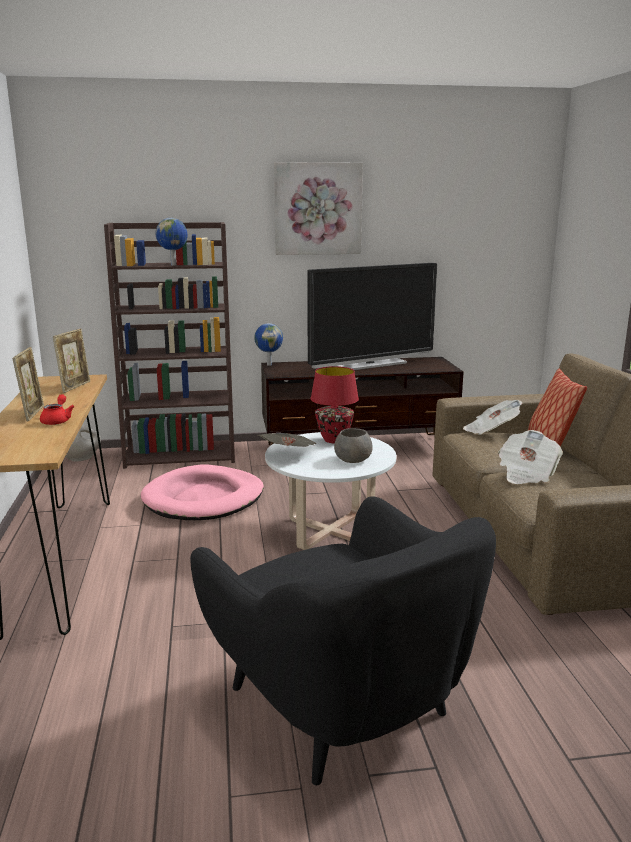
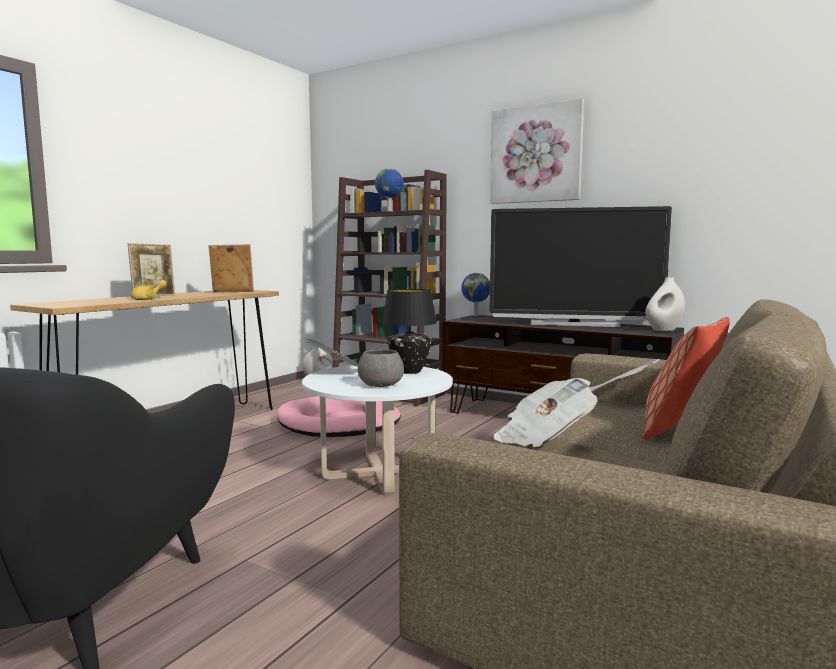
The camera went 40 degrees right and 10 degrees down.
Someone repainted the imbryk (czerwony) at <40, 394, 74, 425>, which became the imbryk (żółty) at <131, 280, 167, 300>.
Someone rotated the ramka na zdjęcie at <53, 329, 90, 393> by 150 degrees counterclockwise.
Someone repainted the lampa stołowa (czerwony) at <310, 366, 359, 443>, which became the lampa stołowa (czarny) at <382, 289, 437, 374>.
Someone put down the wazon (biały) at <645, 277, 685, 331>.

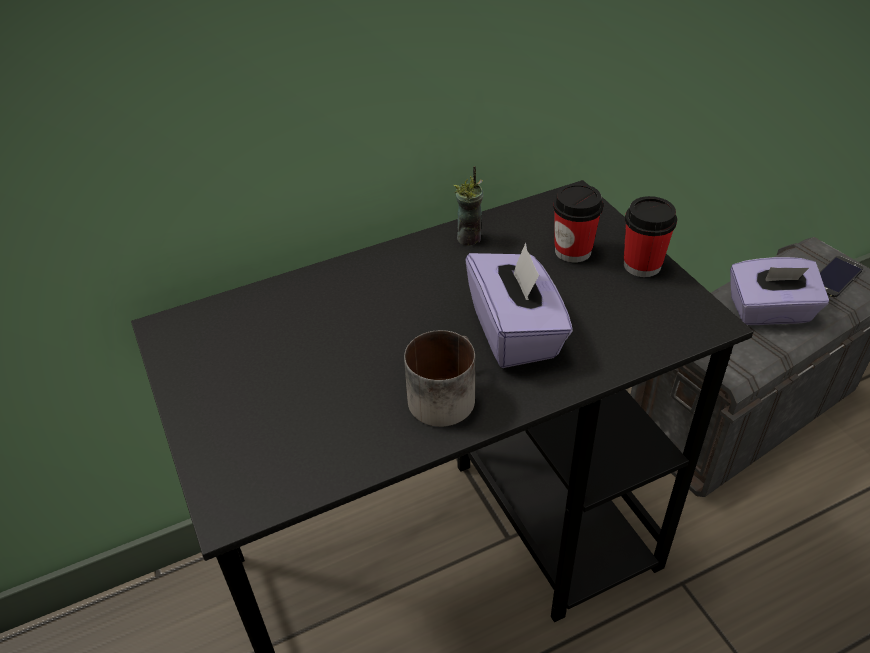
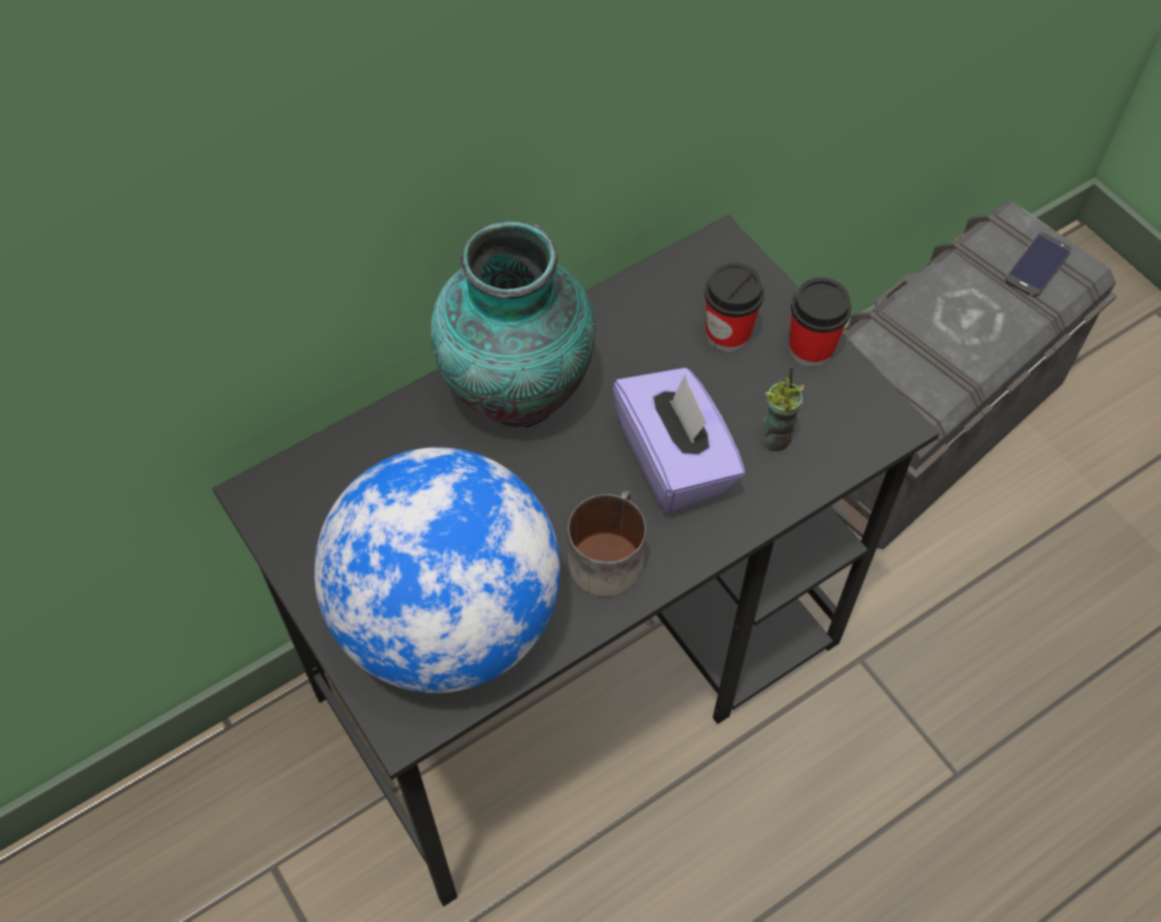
The camera went 10 degrees left and 15 degrees up.
Someone carried the filiżanka from <453, 166, 484, 246> to <760, 366, 804, 452>.
Someone took away the pudełko chusteczek (fioletowy) at <730, 257, 829, 325>.
Someone put down the globus at <314, 447, 560, 693>.
Someone put down the wazon at <431, 221, 595, 427>.

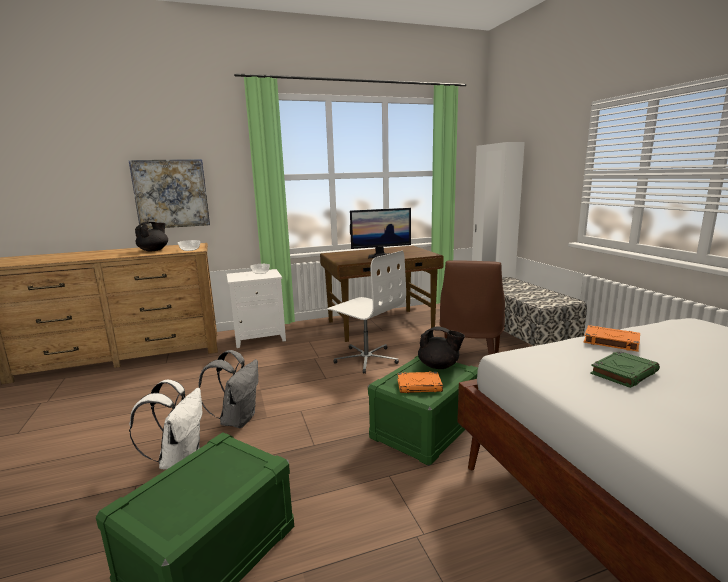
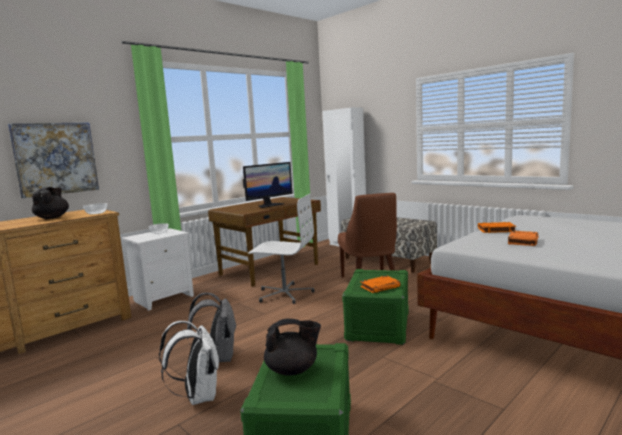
The camera went 25 degrees left and 5 degrees down.
Someone carried the imbryk (czarny) from <418, 327, 465, 369> to <264, 319, 321, 376>.
Someone repainted the książka (zielony) at <590, 351, 660, 388>, which became the książka (pomarańczowy) at <508, 231, 539, 246>.

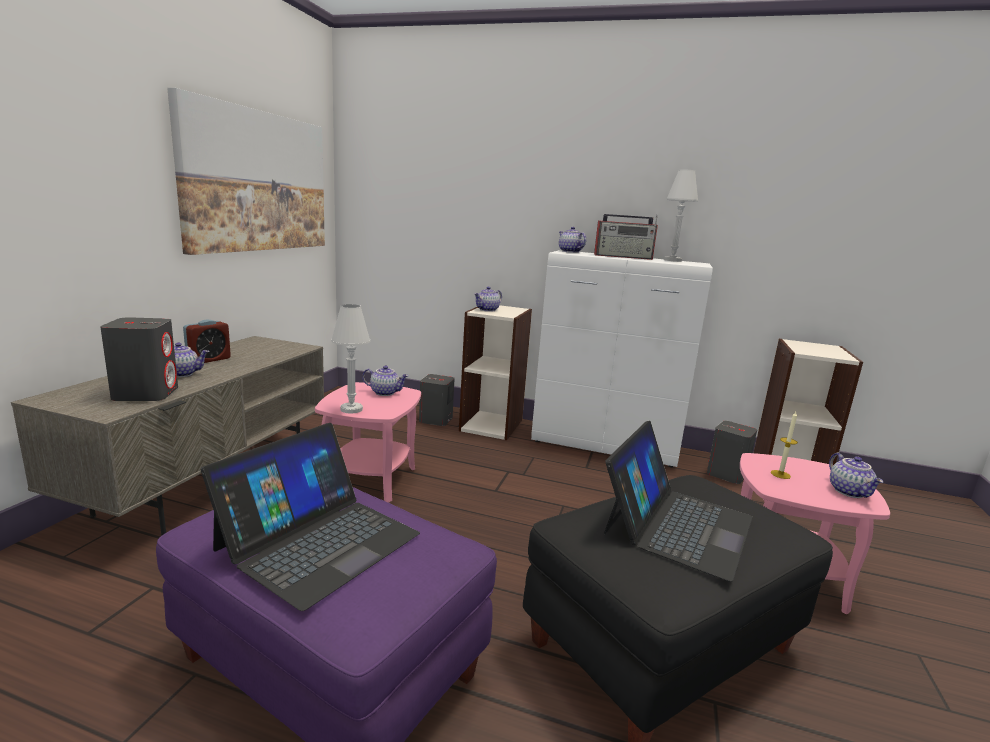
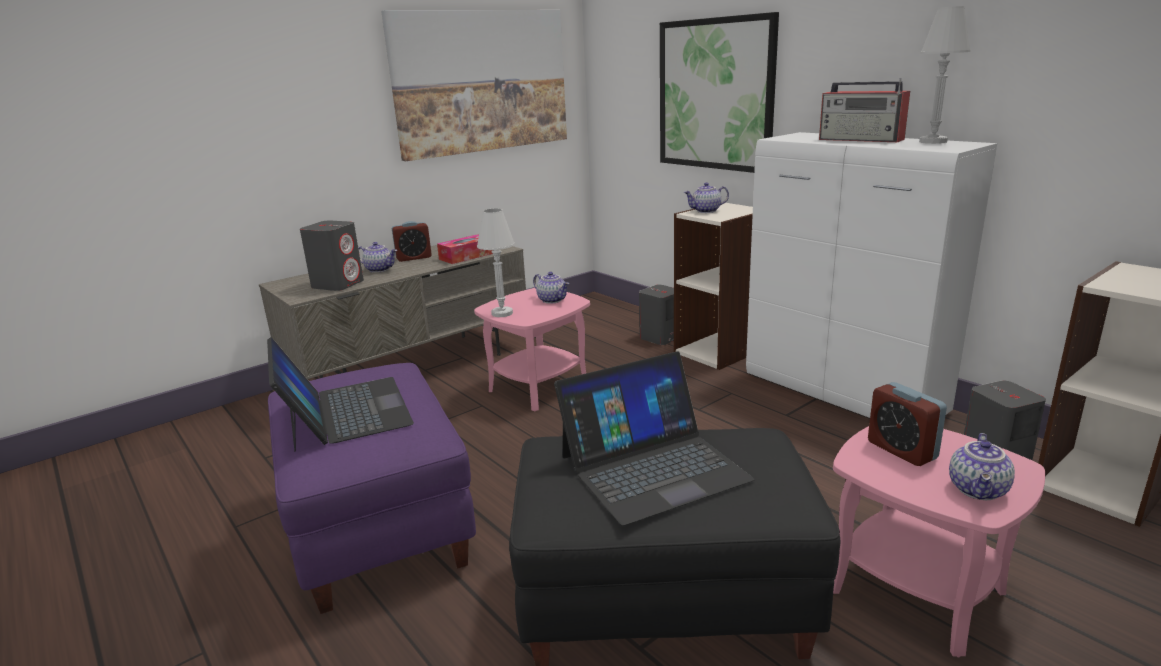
The camera went 35 degrees right and 5 degrees up.
Someone rotated the laptop at <201, 423, 420, 611> by 90 degrees counterclockwise.
Someone took away the imbryk at <559, 227, 586, 253>.
Someone swapped the świeca at <771, 412, 798, 479> for the budzik at <868, 382, 947, 466>.
Someone put down the pudełko chusteczek at <437, 234, 493, 264>.
Someone put up the obraz at <660, 12, 779, 173>.

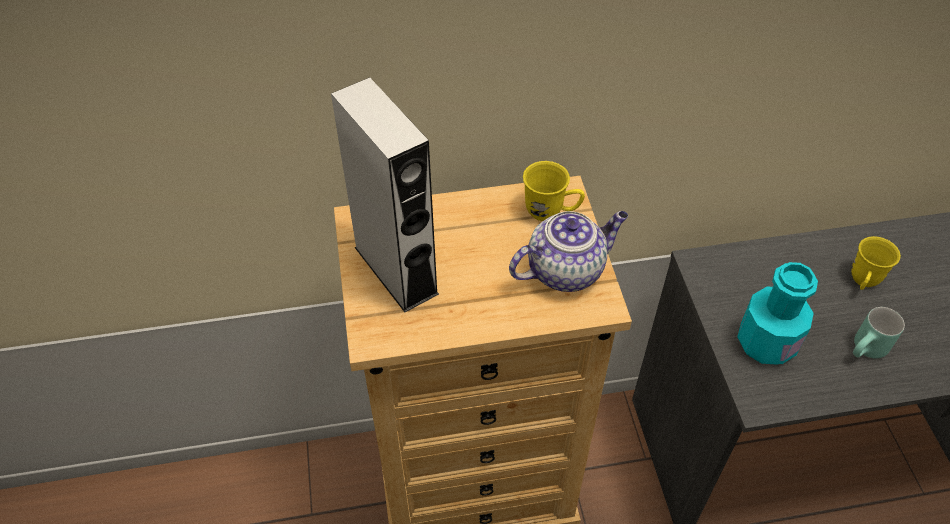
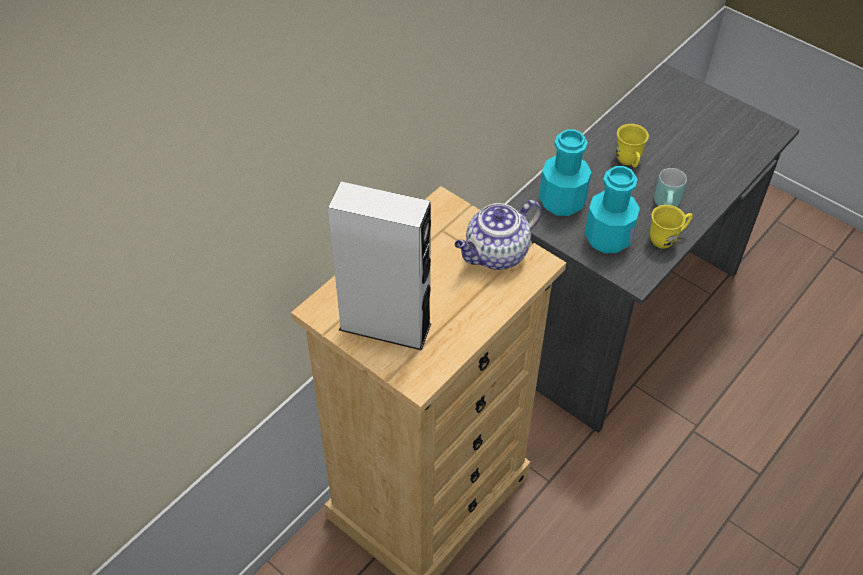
The camera went 40 degrees left and 0 degrees up.
Someone rotated the imbryk at <509, 211, 628, 292> by 150 degrees counterclockwise.
Someone carried the kubek (żółty) from <523, 161, 585, 221> to <650, 205, 693, 249>.
Someone put down the butelka (turkusowy) at <539, 129, 591, 216>.

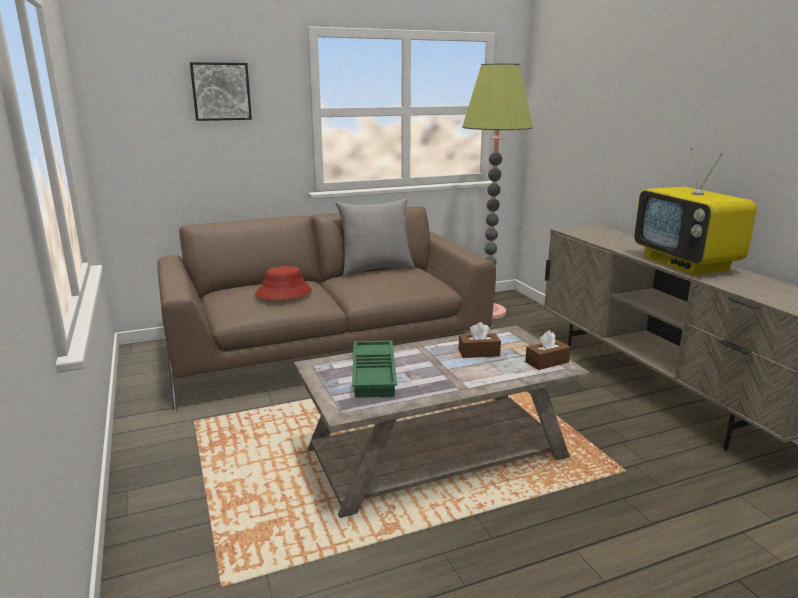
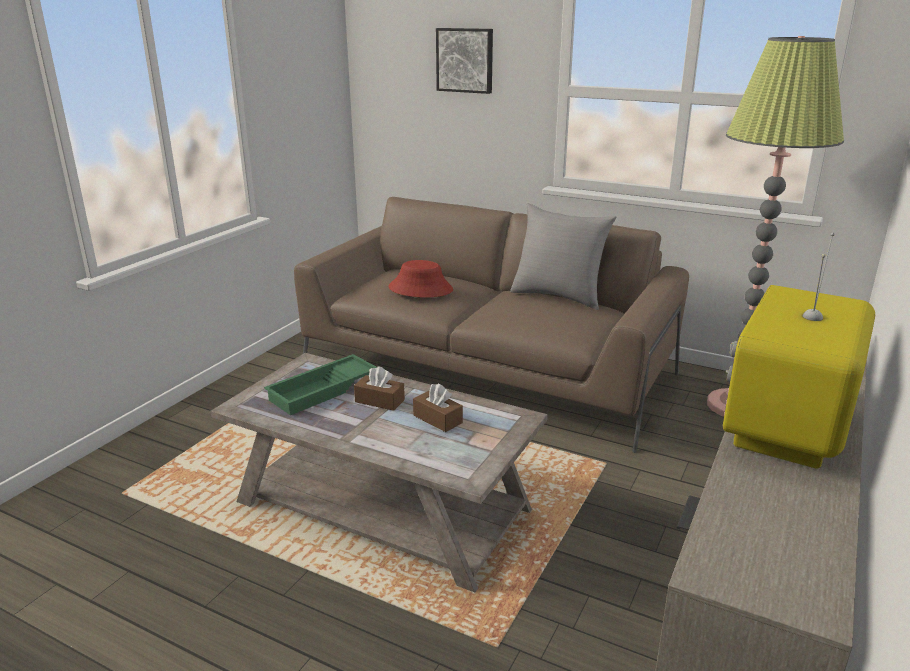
The camera went 50 degrees right and 5 degrees up.
Someone carried the pudełko chusteczek (brązowy) from <525, 330, 571, 370> to <354, 366, 405, 411>.

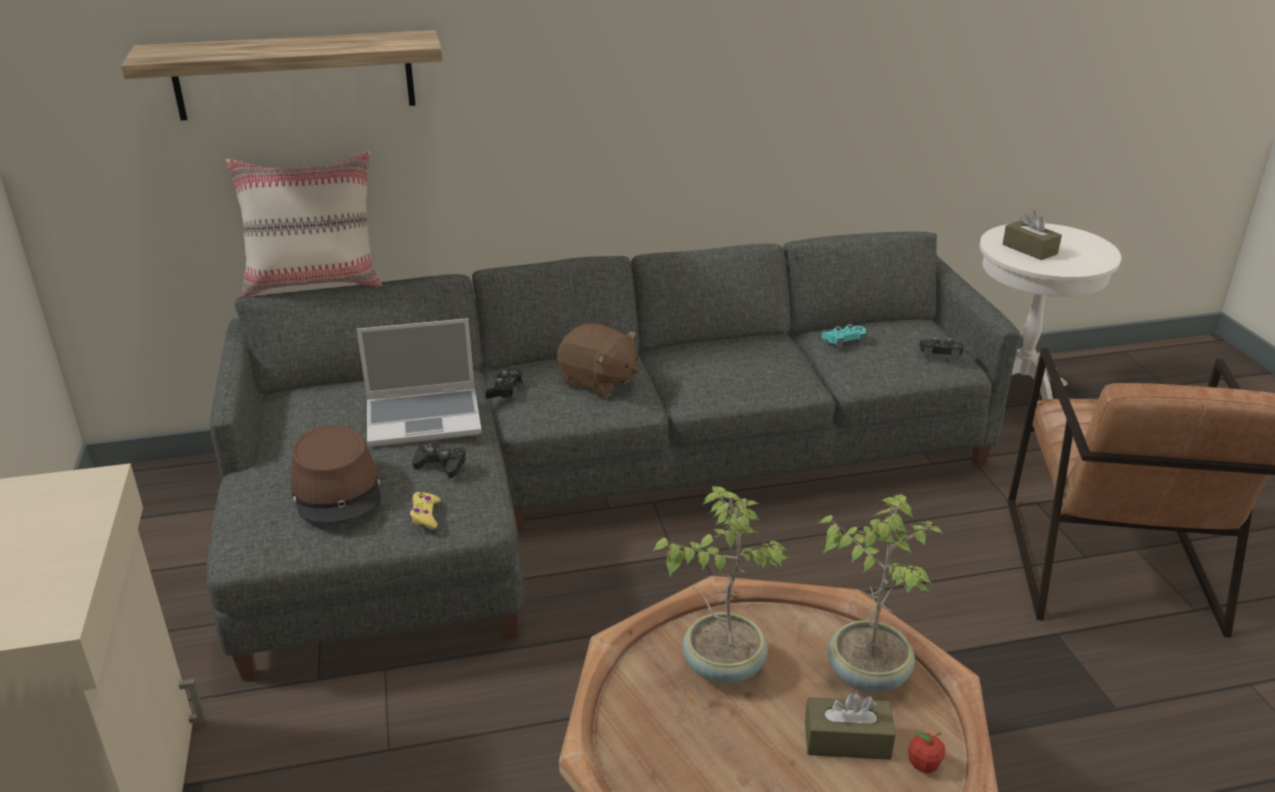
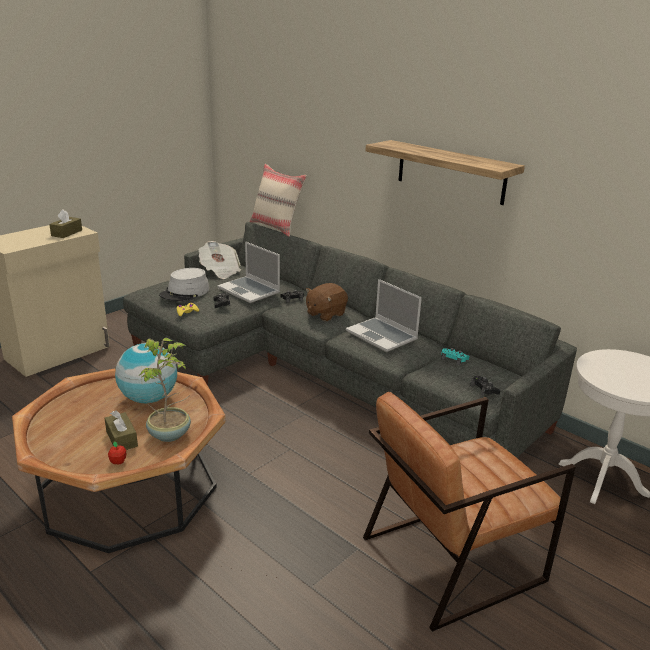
The camera went 55 degrees right and 5 degrees down.
Someone carried the półka from <121, 30, 443, 120> to <365, 140, 525, 205>.
Someone repainted the kapelusz (brązowy) at <290, 425, 382, 524>, which became the kapelusz (szary) at <159, 268, 210, 301>.
Someone rotated the pluszak (brązowy) at <557, 323, 638, 398> by 45 degrees clockwise.
Someone swapped the roślina doniczkowa at <652, 486, 790, 685> for the globus at <115, 343, 177, 403>.
Someone carried the pudełko chusteczek (brązowy) from <1003, 211, 1062, 260> to <49, 209, 82, 238>.
Someone put down the gazeta at <199, 241, 241, 279>.
Someone put down the laptop at <346, 279, 422, 352>.

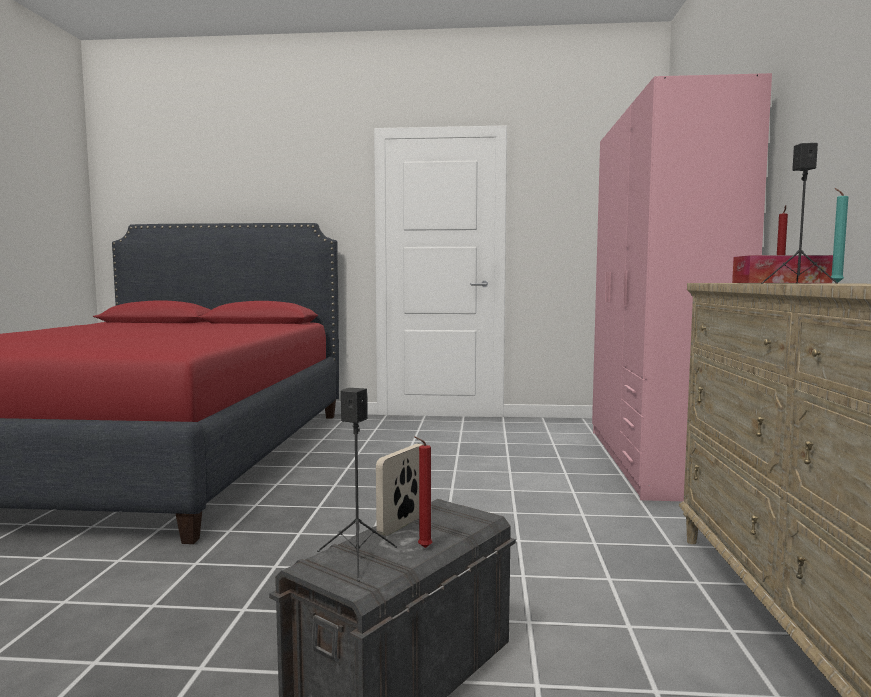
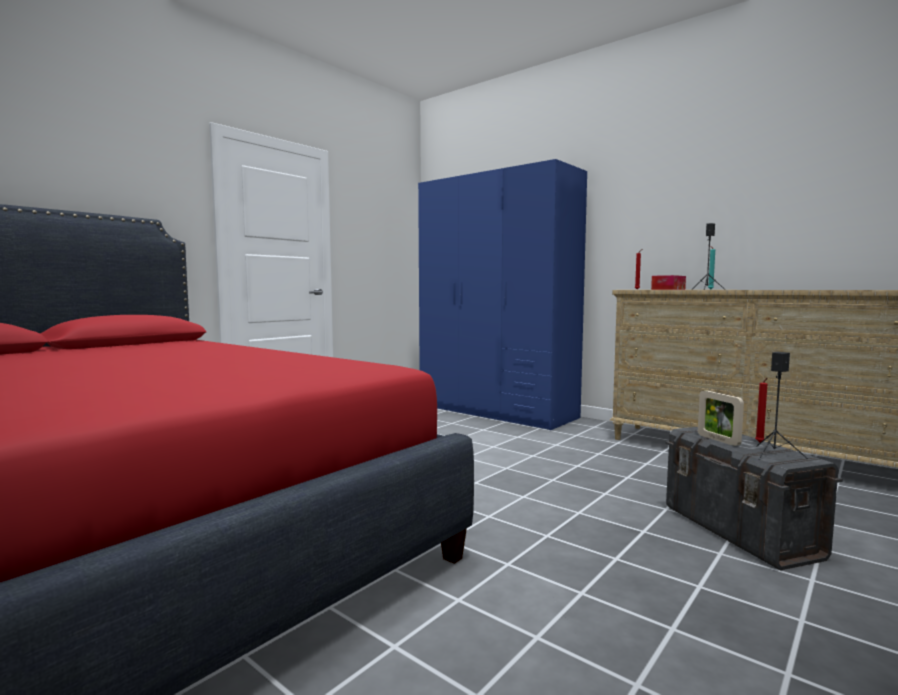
The camera went 55 degrees left and 0 degrees up.
Someone repainted the szafa (różowy) at <592, 73, 772, 501>, which became the szafa (niebieski) at <418, 159, 587, 430>.

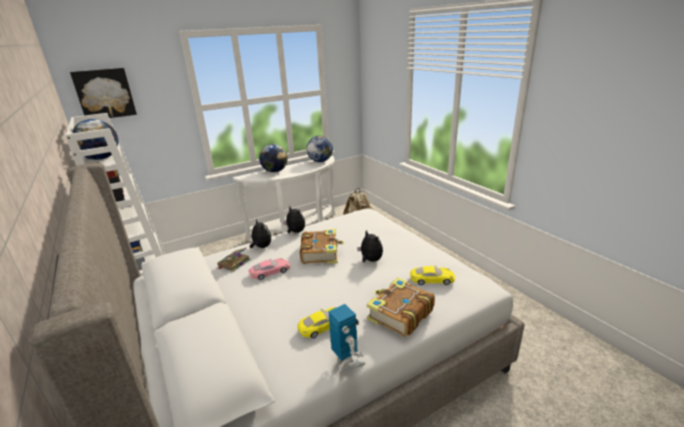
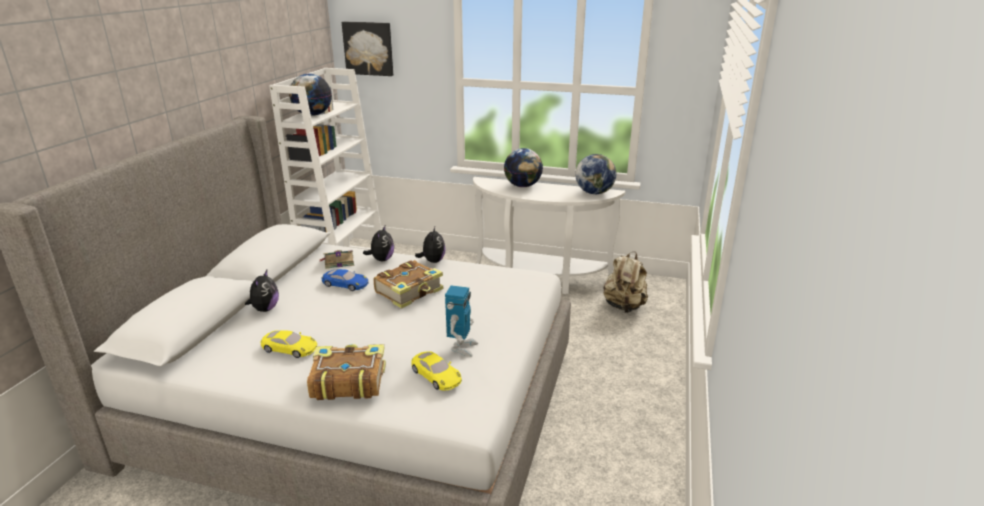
The camera went 45 degrees right and 0 degrees up.
Someone repainted the samochodzik (różowy) at <249, 258, 290, 280>, which became the samochodzik (niebieski) at <322, 269, 368, 291>.
Someone carried the robot zabawkowy from <328, 304, 365, 370> to <445, 285, 478, 357>.
Someone carried the pluszak from <357, 230, 383, 262> to <245, 270, 279, 312>.

